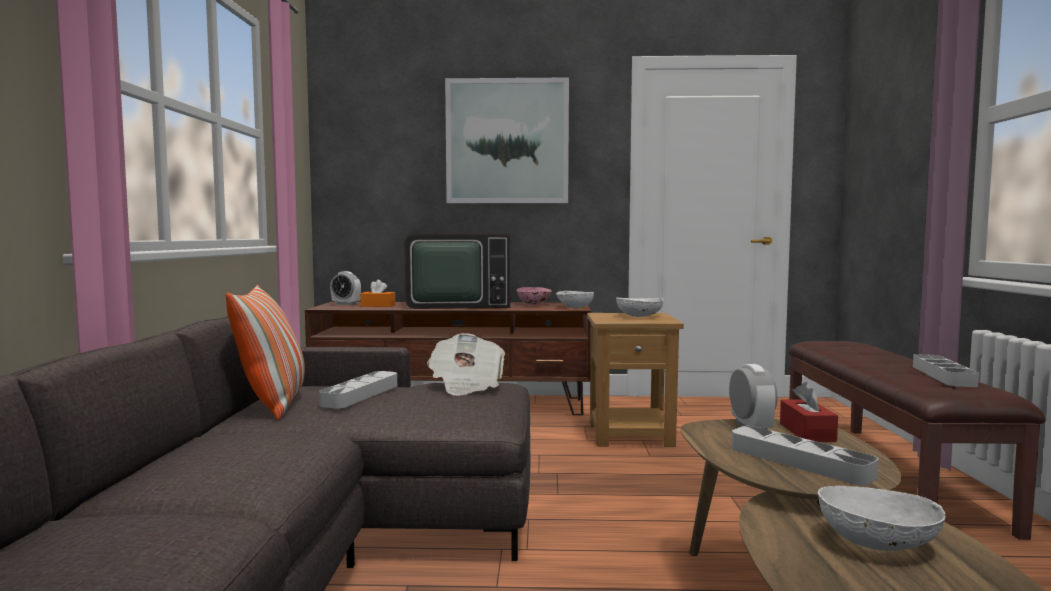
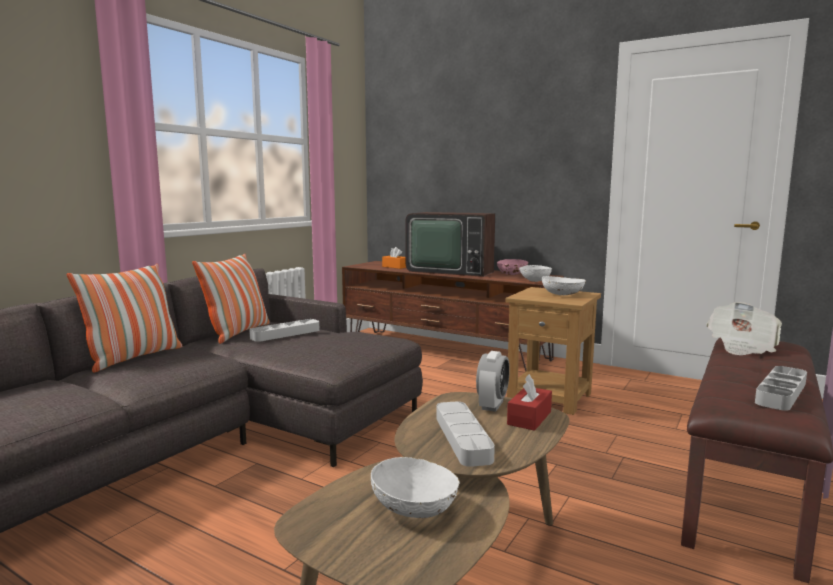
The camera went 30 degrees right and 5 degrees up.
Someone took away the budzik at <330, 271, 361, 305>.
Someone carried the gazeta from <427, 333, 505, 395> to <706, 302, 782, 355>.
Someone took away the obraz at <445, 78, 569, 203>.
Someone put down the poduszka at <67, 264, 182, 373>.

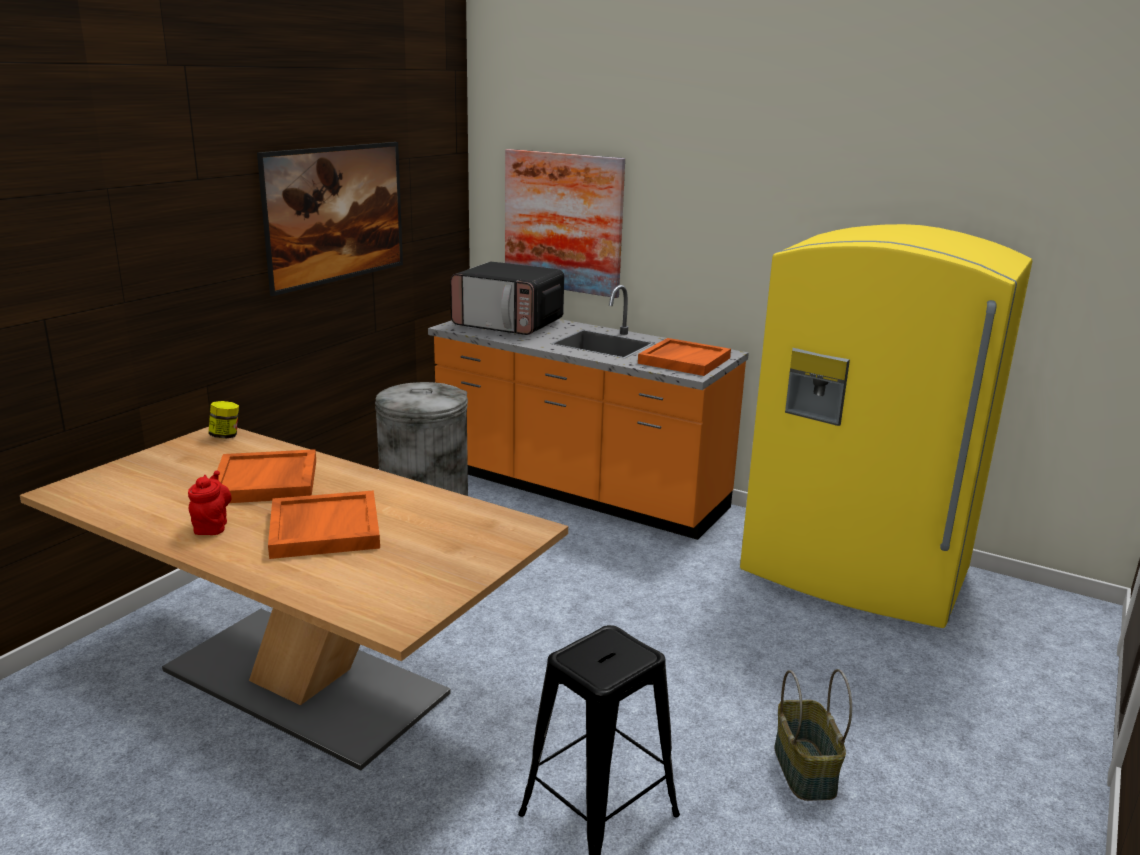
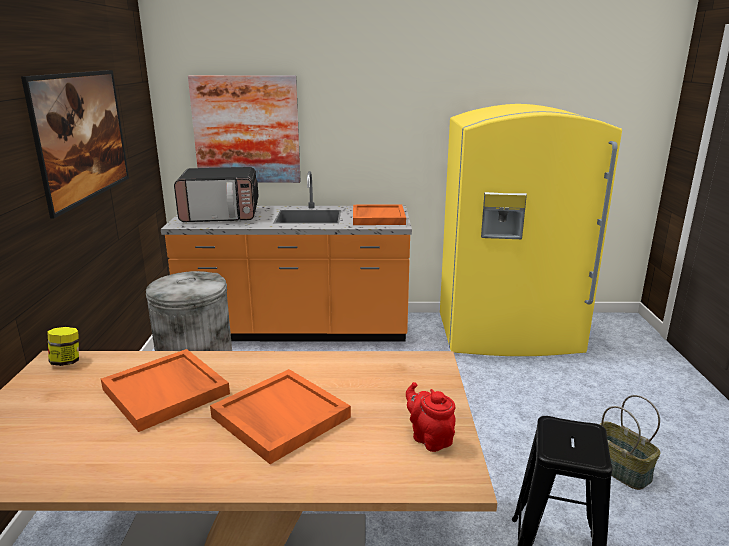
The camera went 30 degrees left and 0 degrees up.
Someone carried the imbryk (czerwony) from <188, 470, 232, 535> to <406, 382, 456, 452>.

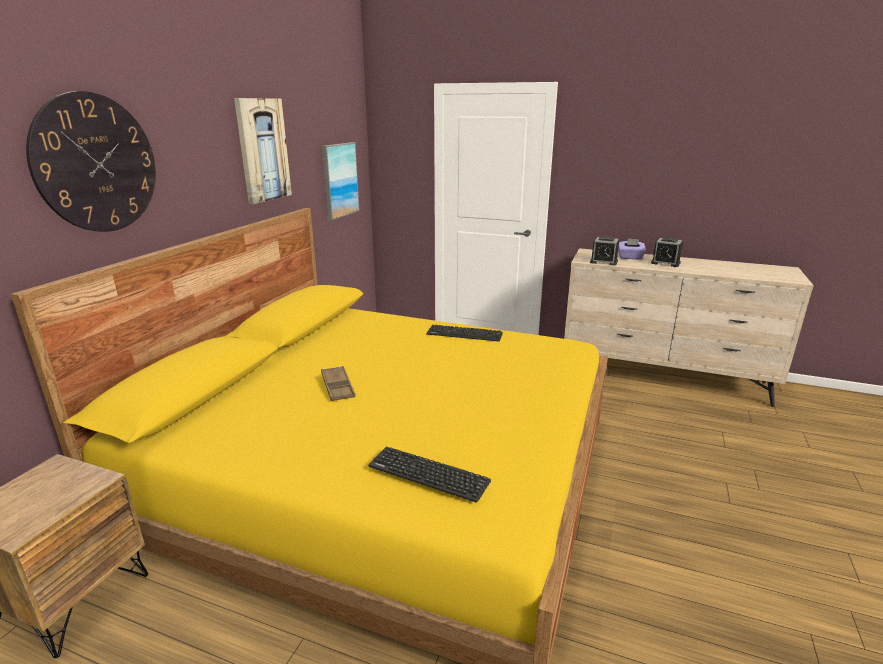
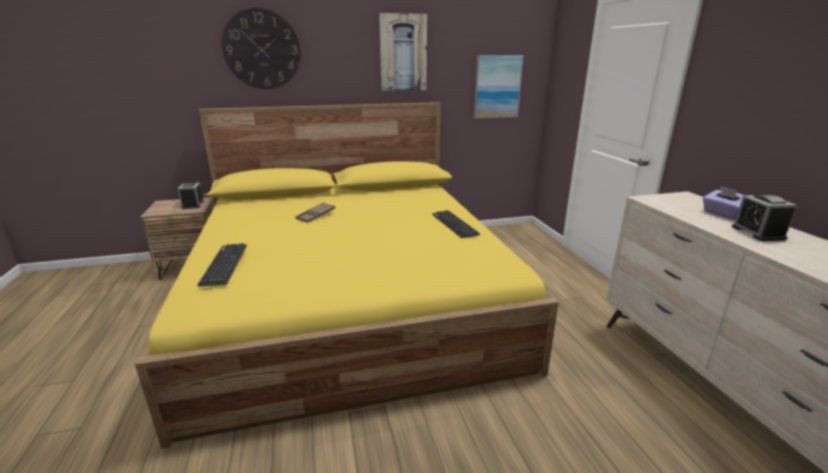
The camera went 55 degrees right and 0 degrees up.
Someone carried the budzik from <590, 236, 619, 266> to <178, 183, 204, 209>.

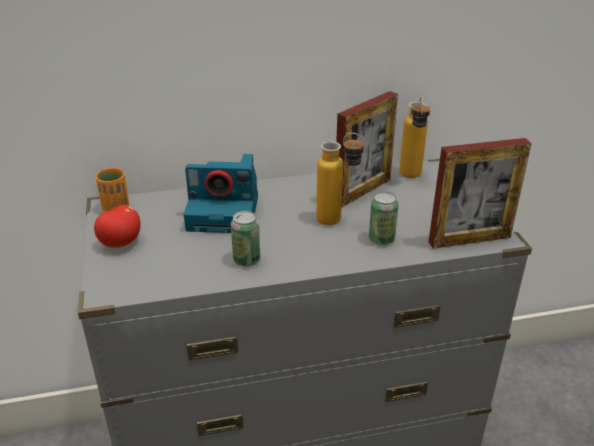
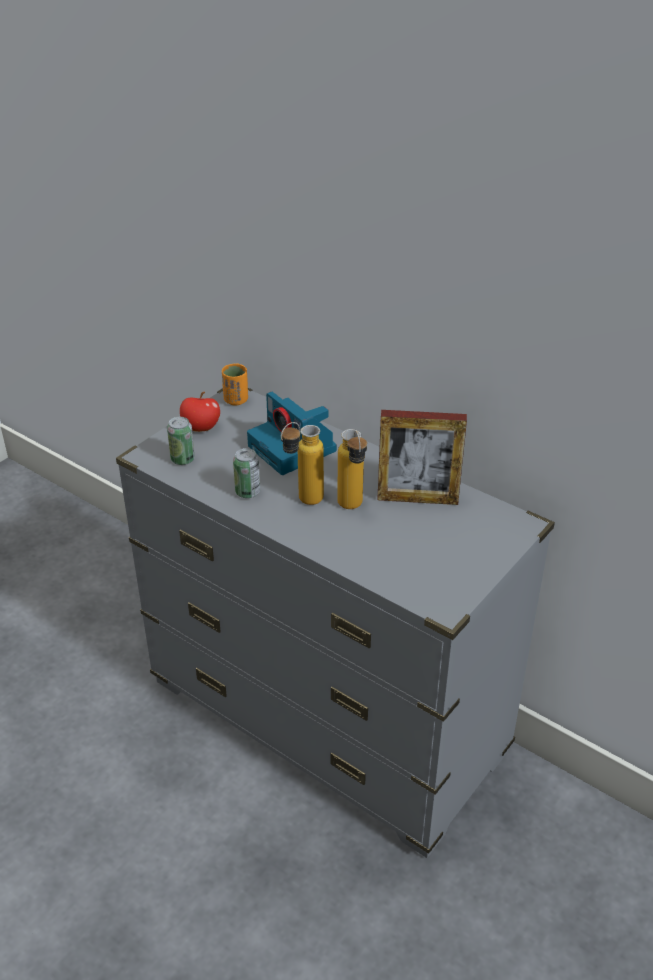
The camera went 50 degrees right and 5 degrees up.
Someone carried the puszka from <369, 192, 399, 245> to <167, 417, 195, 465>.
Someone carried the butelka from <399, 97, 430, 178> to <281, 422, 324, 505>.
Someone took away the ramka na zdjęcie at <429, 138, 532, 248>.

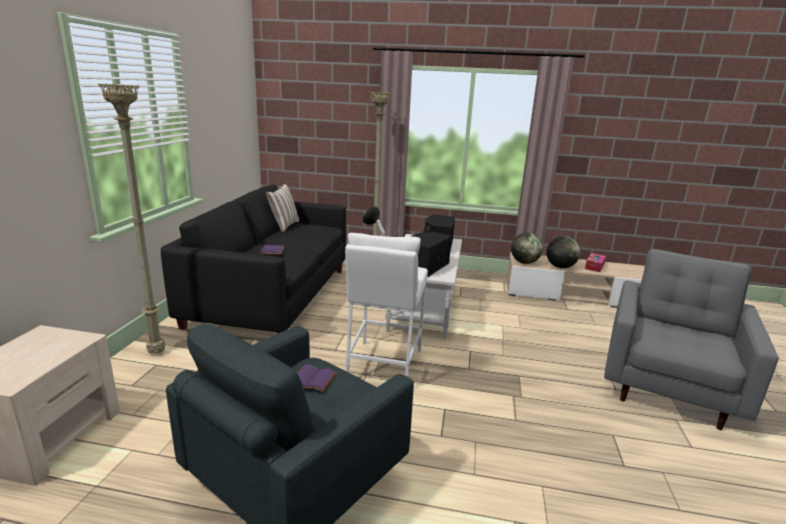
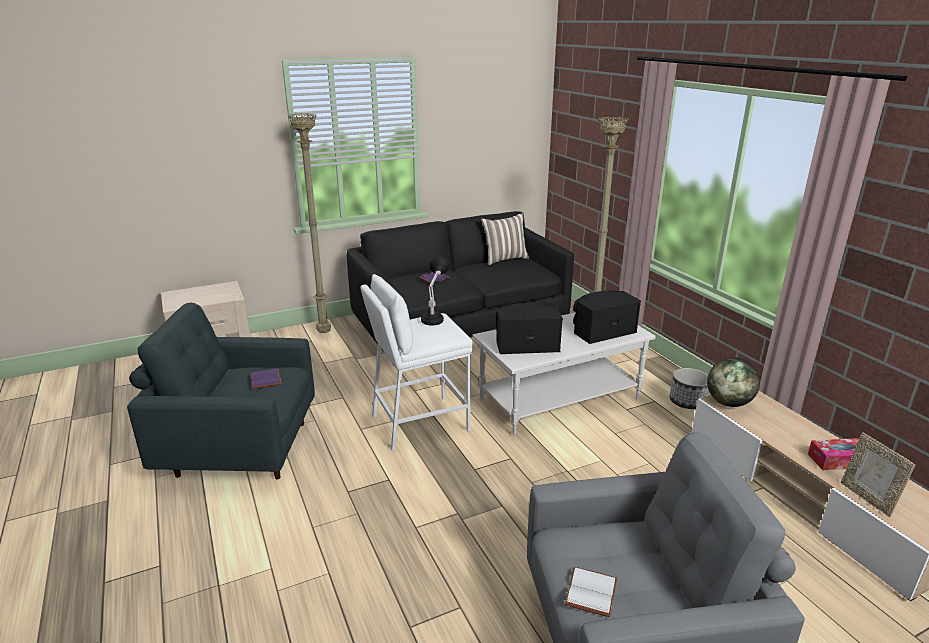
The camera went 55 degrees right and 5 degrees up.
Someone took away the globus at <546, 236, 580, 268>.
Someone put down the książka (biały) at <565, 567, 617, 617>.
Someone put down the donica at <670, 368, 709, 409>.
Someone put down the ramka na zdjęcie at <840, 432, 915, 517>.

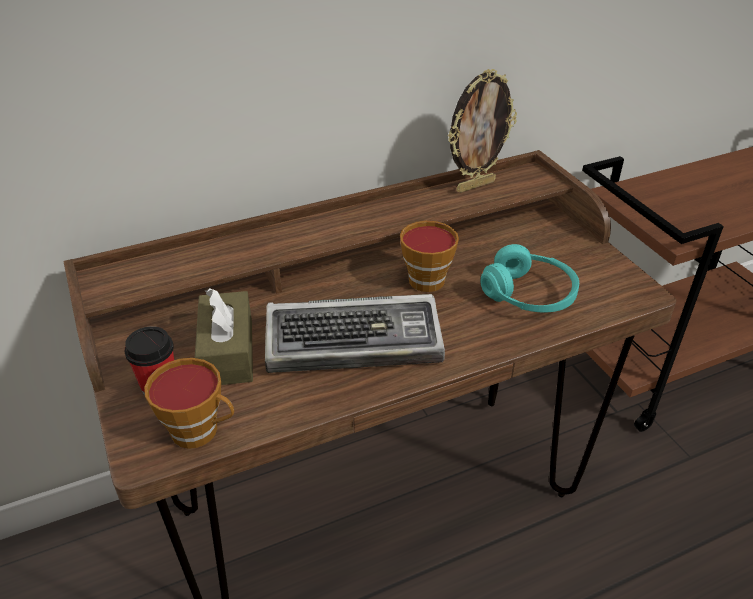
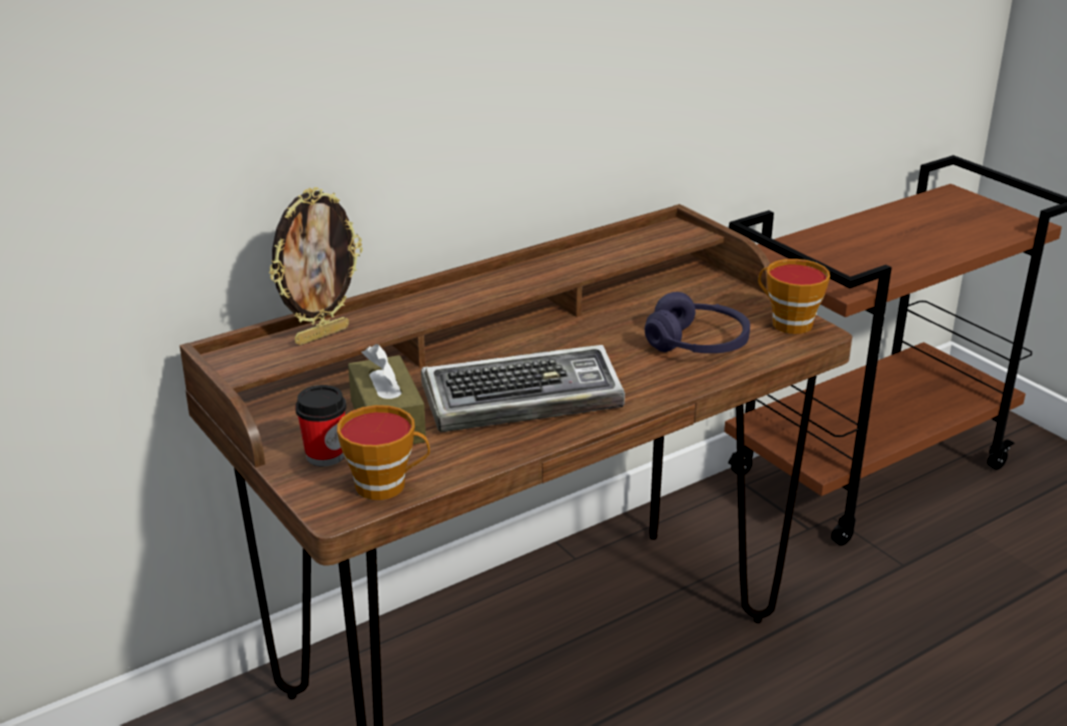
The camera went 10 degrees left and 10 degrees down.
Someone carried the filiżanka from <400, 221, 459, 292> to <758, 259, 830, 334>.
Someone carried the ramka na zdjęcie from <448, 69, 517, 193> to <269, 187, 363, 345>.
Someone repainted the słuchawki (turkusowy) at <480, 244, 579, 313>, which became the słuchawki (fioletowy) at <645, 292, 750, 353>.

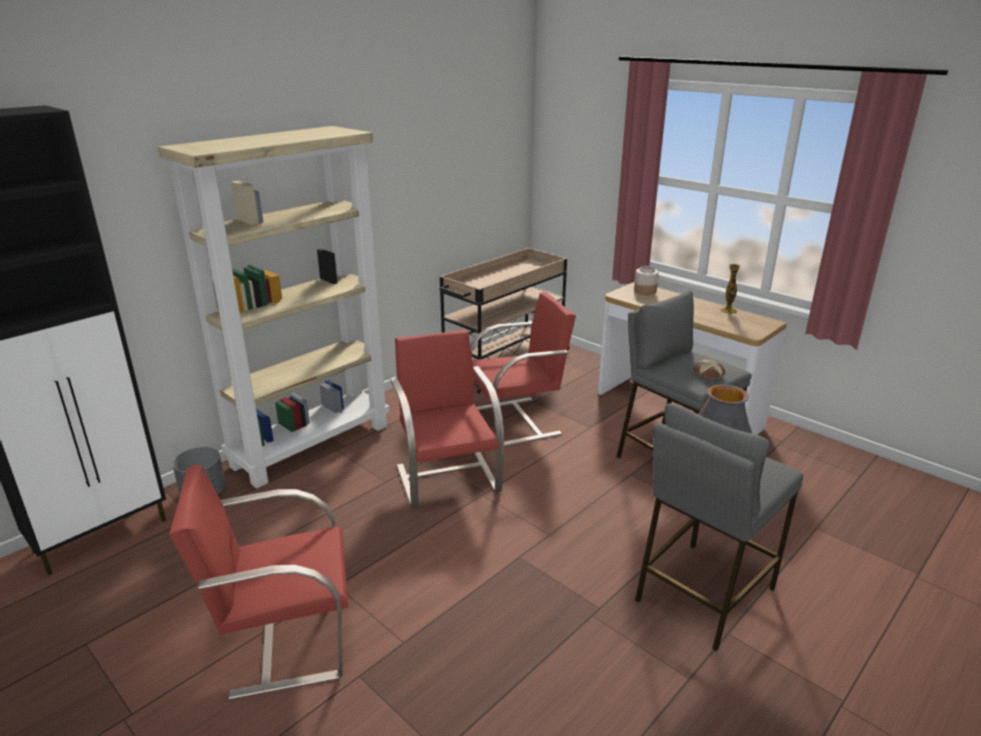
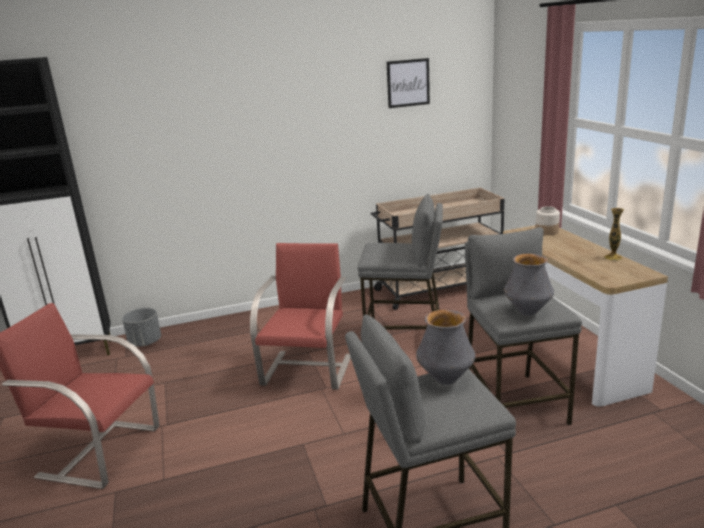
The camera went 30 degrees right and 5 degrees down.
Someone took away the regał (beżowy) at <158, 126, 389, 489>.
Someone swapped the krzesło (czerwony) at <470, 292, 576, 447> for the stołek (szary) at <357, 194, 443, 329>.
Someone swapped the chleb at <693, 359, 725, 380> for the wazon at <504, 254, 554, 316>.
Someone put up the obraz at <387, 58, 430, 108>.

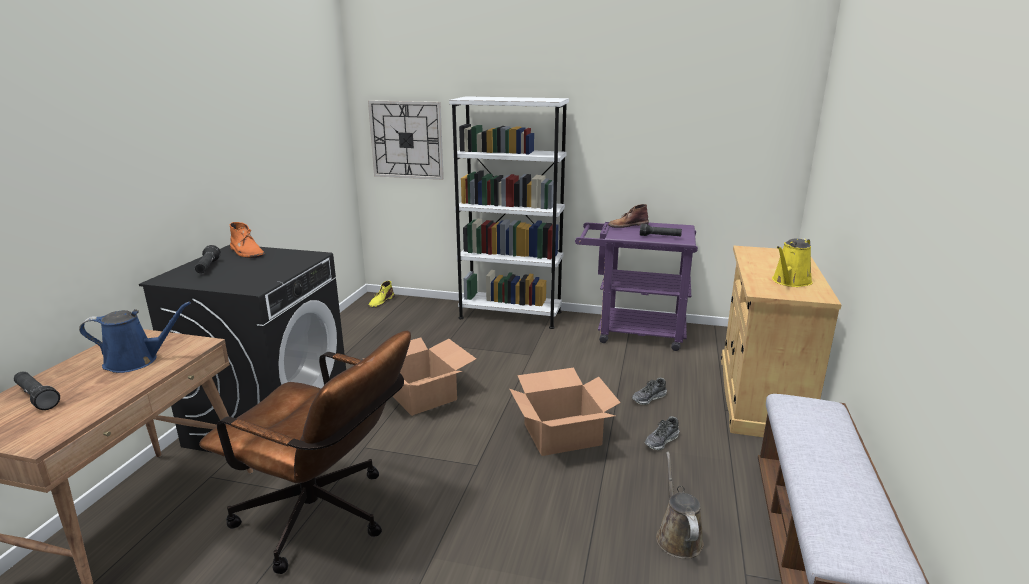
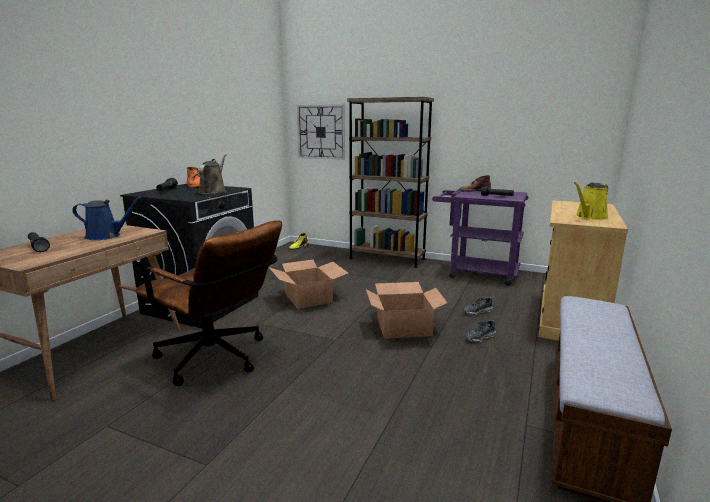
The camera went 10 degrees right and 5 degrees down.
Someone repainted the regał (biały) at <449, 96, 569, 329>, which became the regał (brązowy) at <347, 97, 434, 268>.
Someone carried the konewka (brązowy) from <656, 452, 704, 559> to <198, 154, 226, 194>.

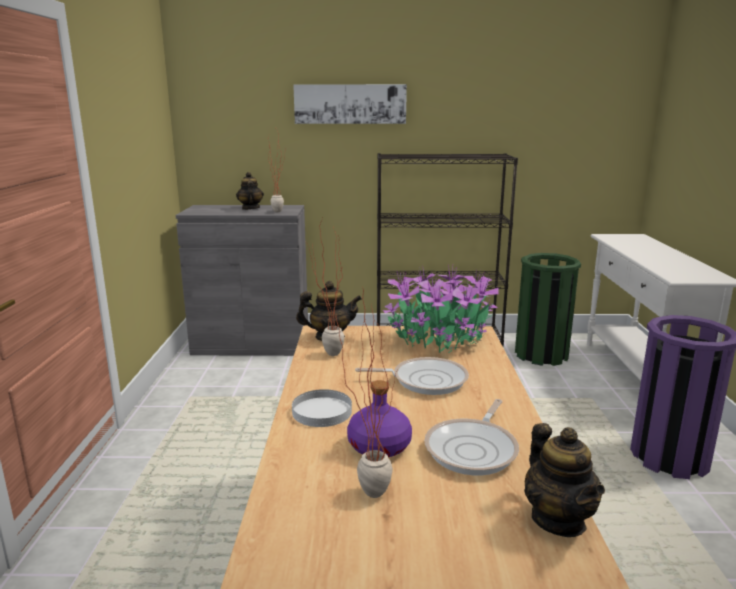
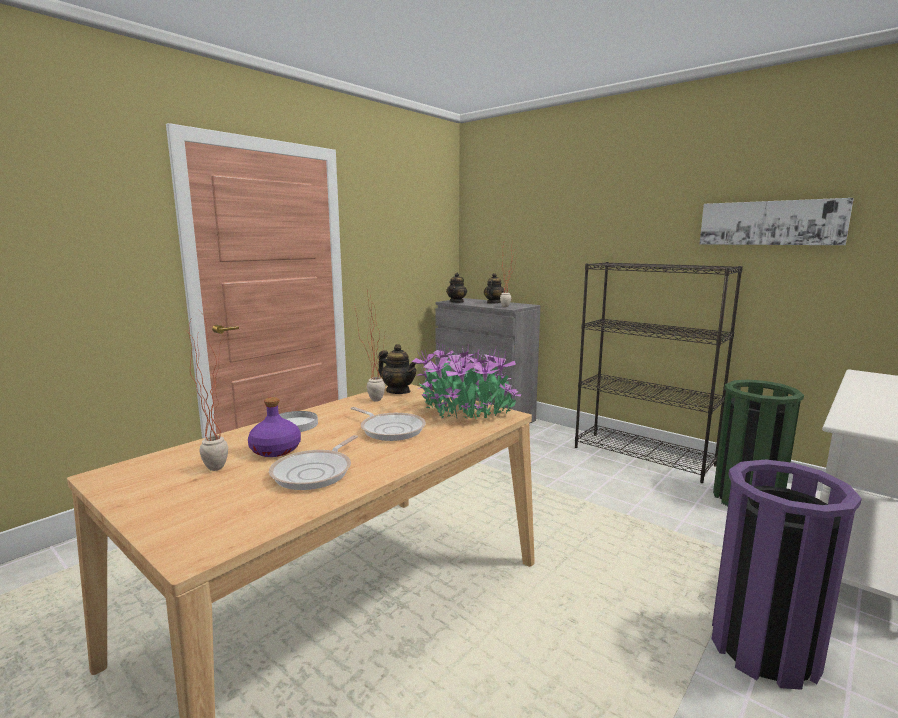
The camera went 40 degrees right and 5 degrees down.
Someone carried the obraz from <293, 84, 407, 124> to <700, 198, 854, 245>.
Someone rotated the patelnia at <424, 399, 519, 476> by 45 degrees counterclockwise.
Someone carried the imbryk from <524, 423, 605, 537> to <446, 273, 467, 303>.

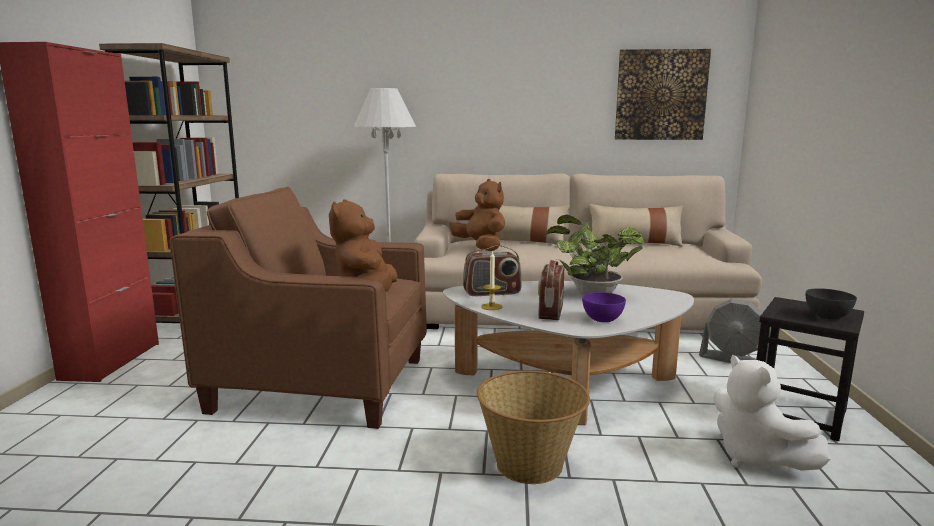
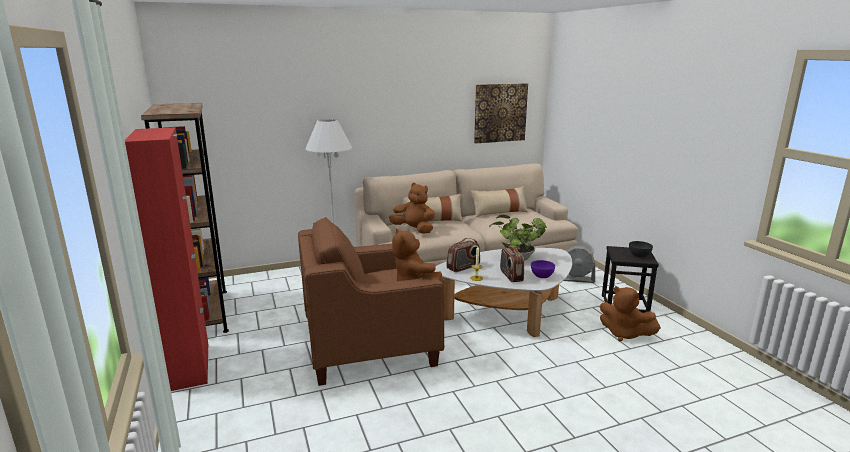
The camera went 25 degrees left and 5 degrees up.
Someone took away the koszyk at <477, 370, 590, 484>.
Someone repainted the pluszak (biały) at <713, 355, 831, 471>, which became the pluszak (brązowy) at <600, 286, 661, 341>.

